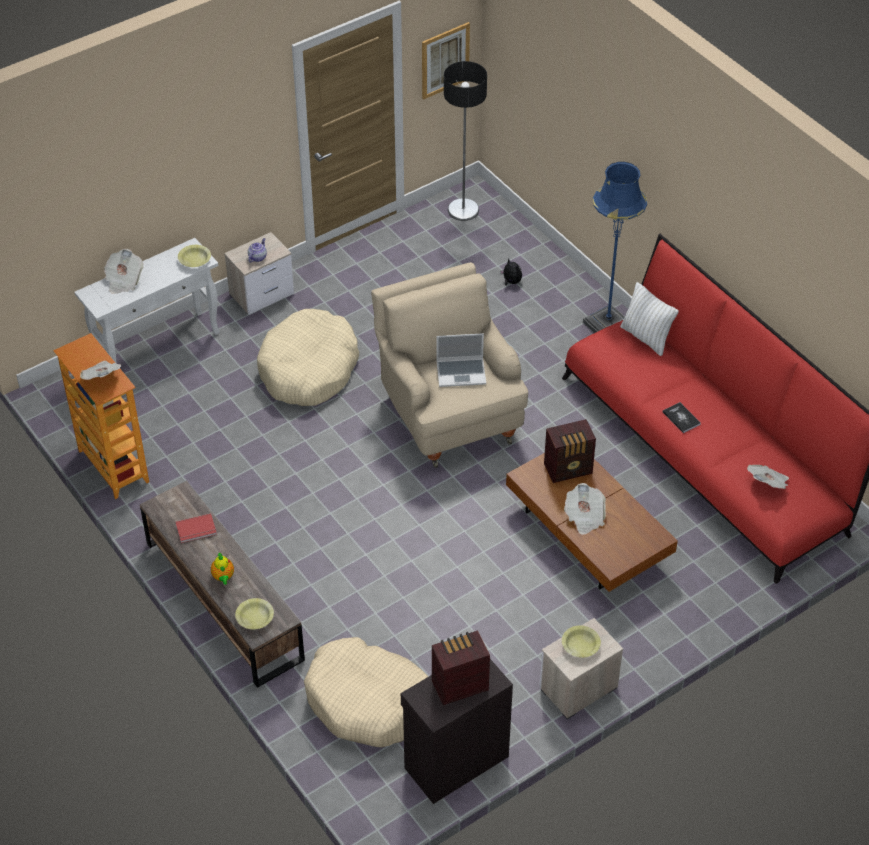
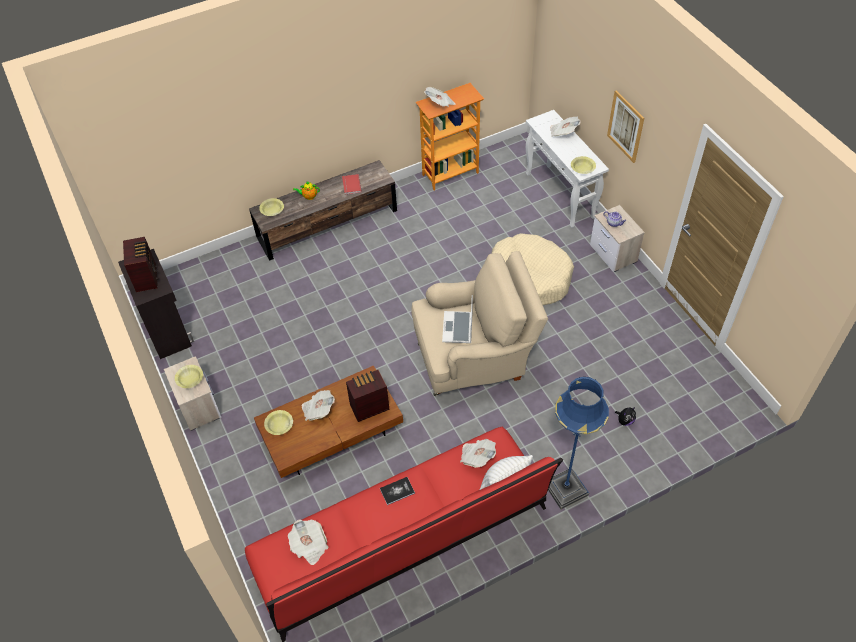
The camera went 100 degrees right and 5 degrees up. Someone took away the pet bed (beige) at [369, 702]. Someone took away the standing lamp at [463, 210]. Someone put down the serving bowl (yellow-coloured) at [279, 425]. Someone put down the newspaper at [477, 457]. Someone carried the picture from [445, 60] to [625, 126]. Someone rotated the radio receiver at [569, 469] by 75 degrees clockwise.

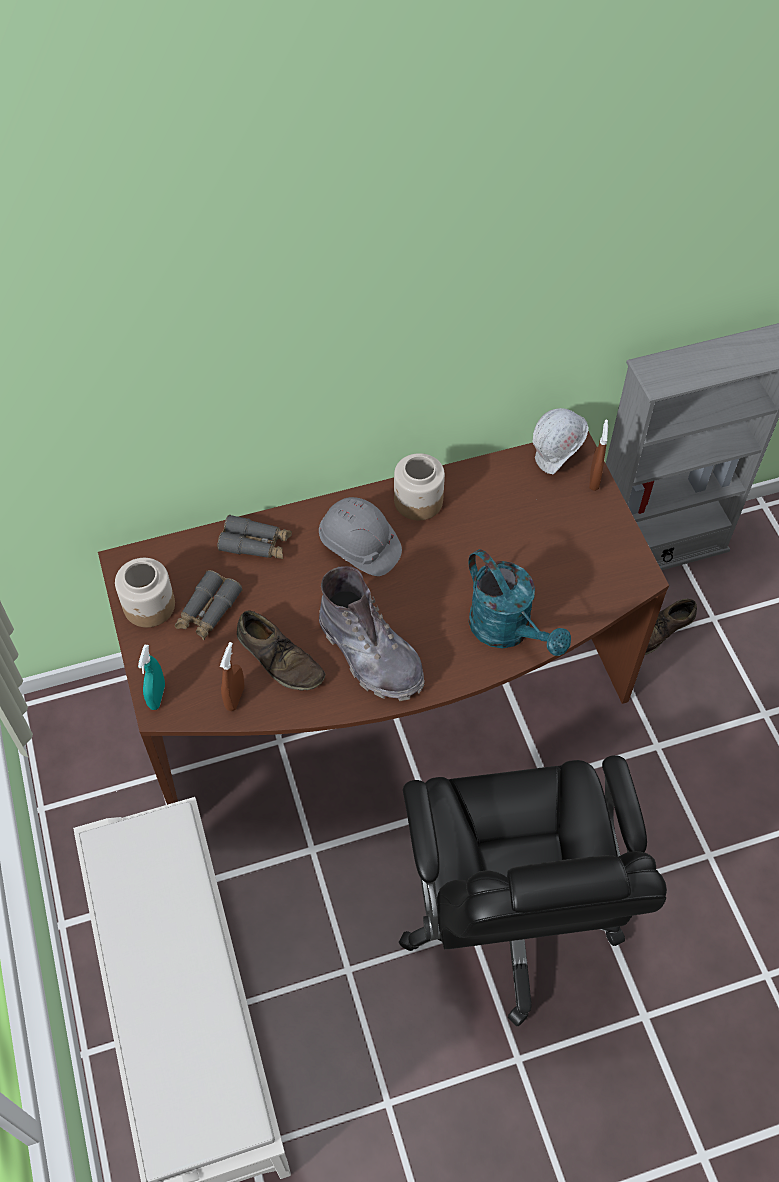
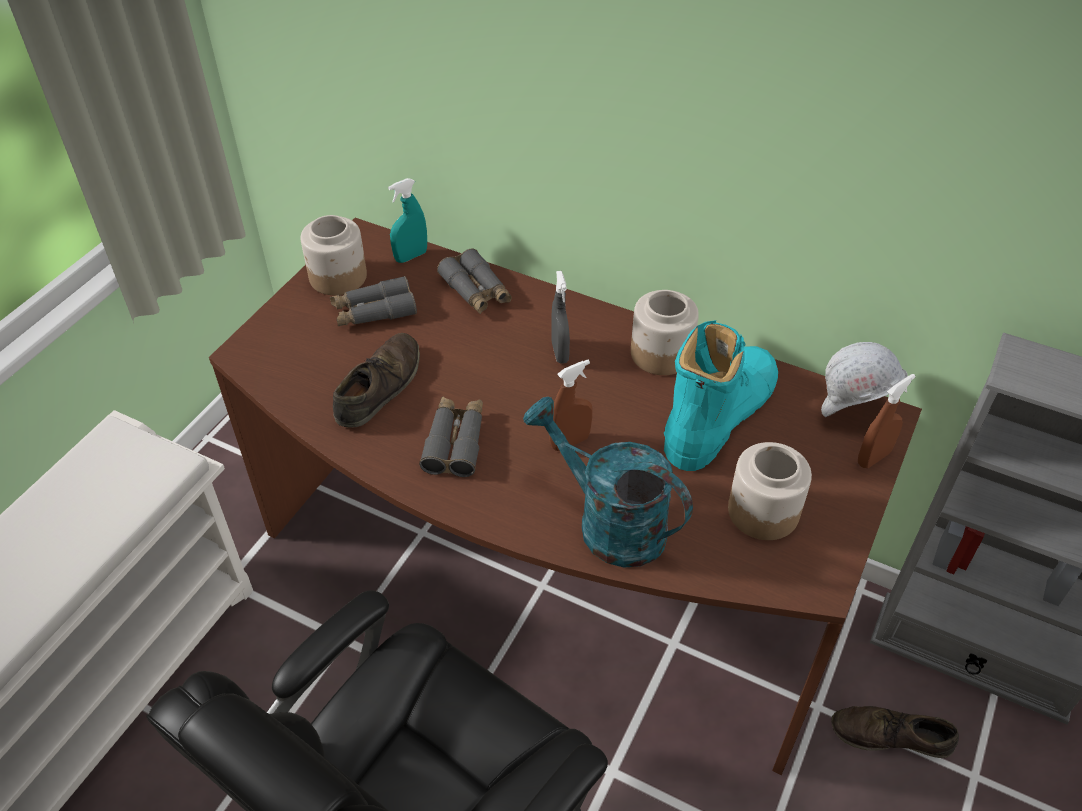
The camera went 45 degrees right and 10 degrees down. Someone put down the tall boot (turquoise-coloured) at [718, 416]. Someone put down the preserve jar at [762, 511]. Someone carried the hand sprayer (turquoise-coloured) from [157, 696] to [411, 256]. Someone carried the hand sprayer (brown) from [235, 697] to [570, 442]. Someone swapped the safety helmet (greyish) at [359, 546] for the hand sprayer (greyish) at [560, 352]. Someone swapped the tall boot (greyish) at [370, 655] for the binoculars (greyish) at [455, 442]. Someone rotated the shoe (brown) at [280, 658] by 150 degrees counterclockwise. Someone rotated the watering can (turquoise-coloured) at [508, 631] by 120 degrees clockwise.

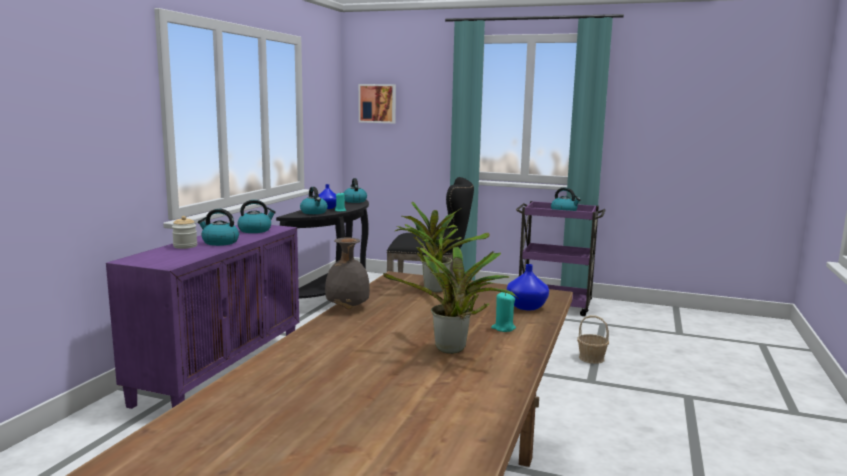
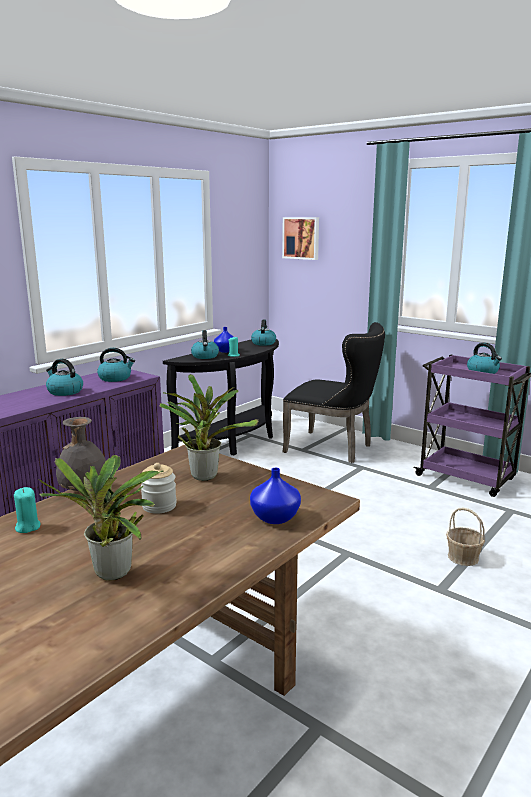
The camera went 20 degrees right and 5 degrees up. Someone carried the preserve jar from [185, 246] to [159, 506]. Someone carried the wax candle (turquoise-coloured) from [503, 328] to [27, 527].

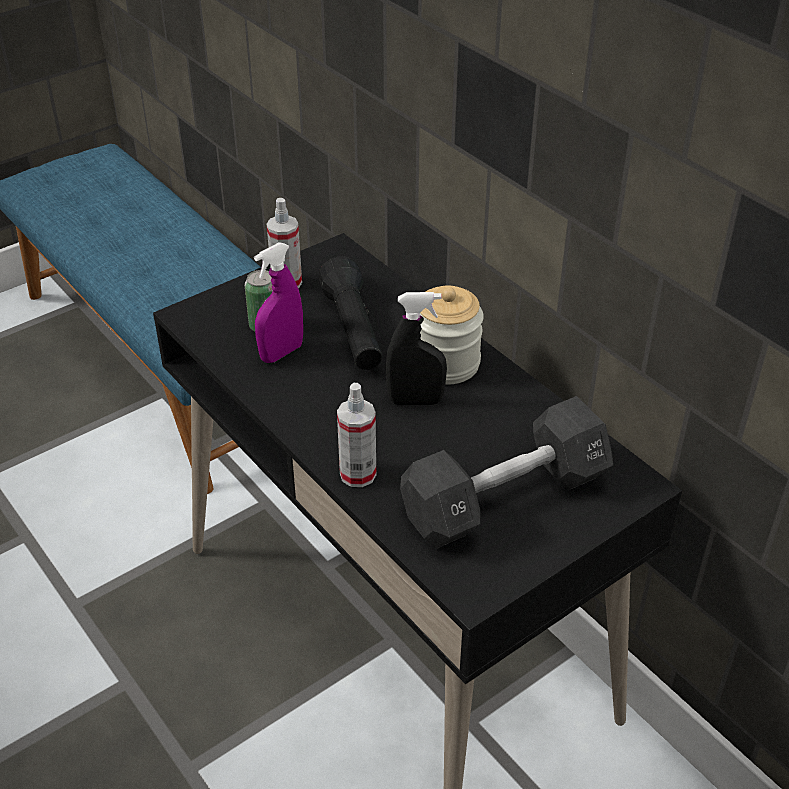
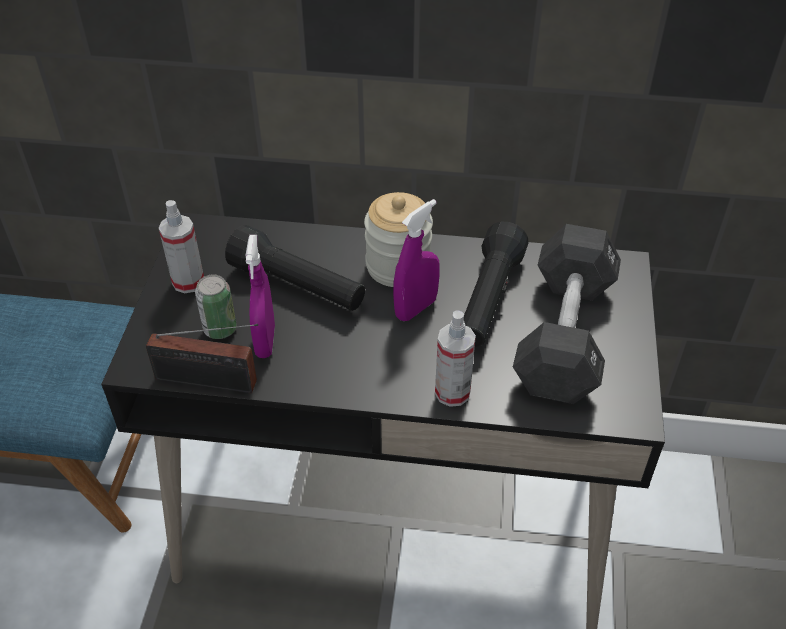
The camera went 45 degrees left and 5 degrees up. Someone put down the radio receiver at [211, 382]. Someone put down the flashlight (black) at [488, 301]. Someone repainted the hand sprayer (black) at [415, 401], which became the hand sprayer (purple) at [416, 308].

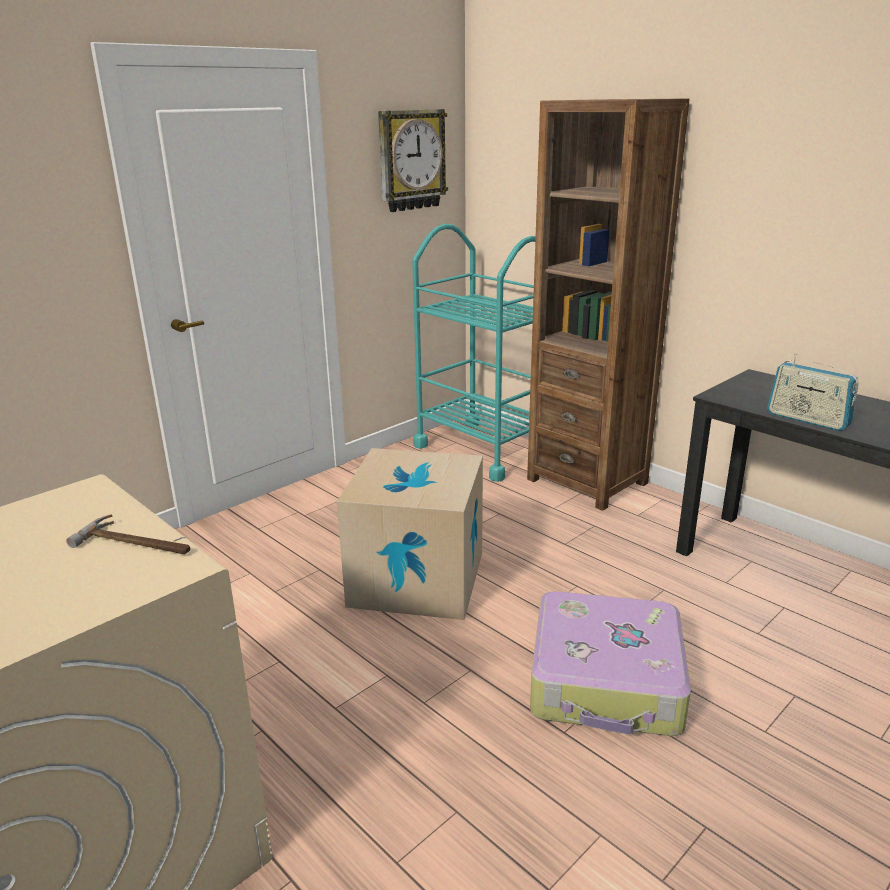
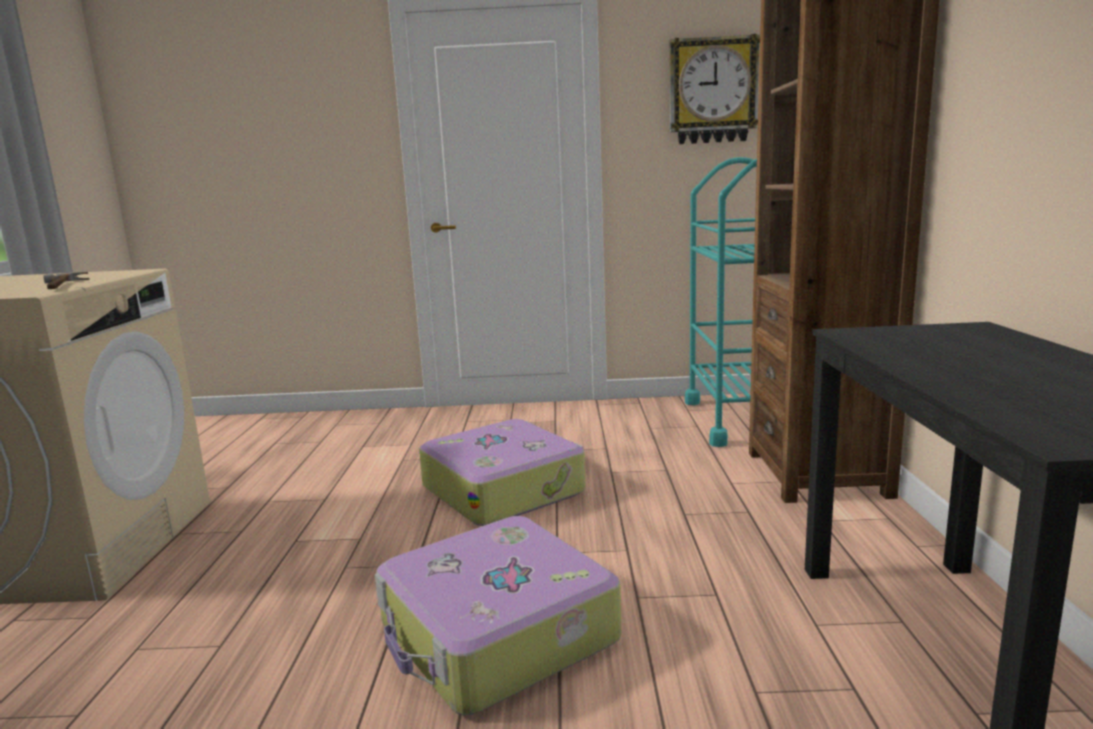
The camera went 45 degrees right and 10 degrees down. Someone took away the radio receiver at [807, 419]. Someone swapped the carton at [417, 579] for the suitcase at [504, 489].

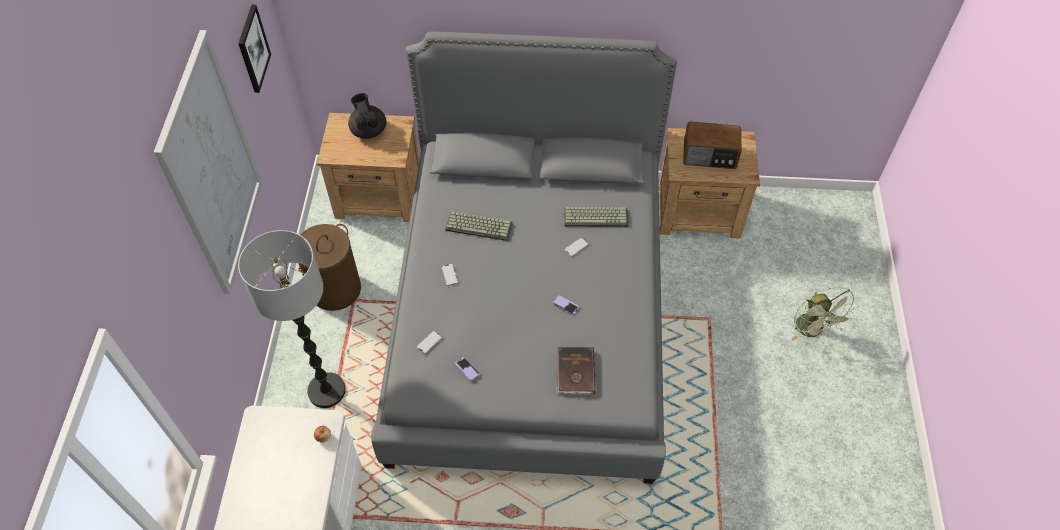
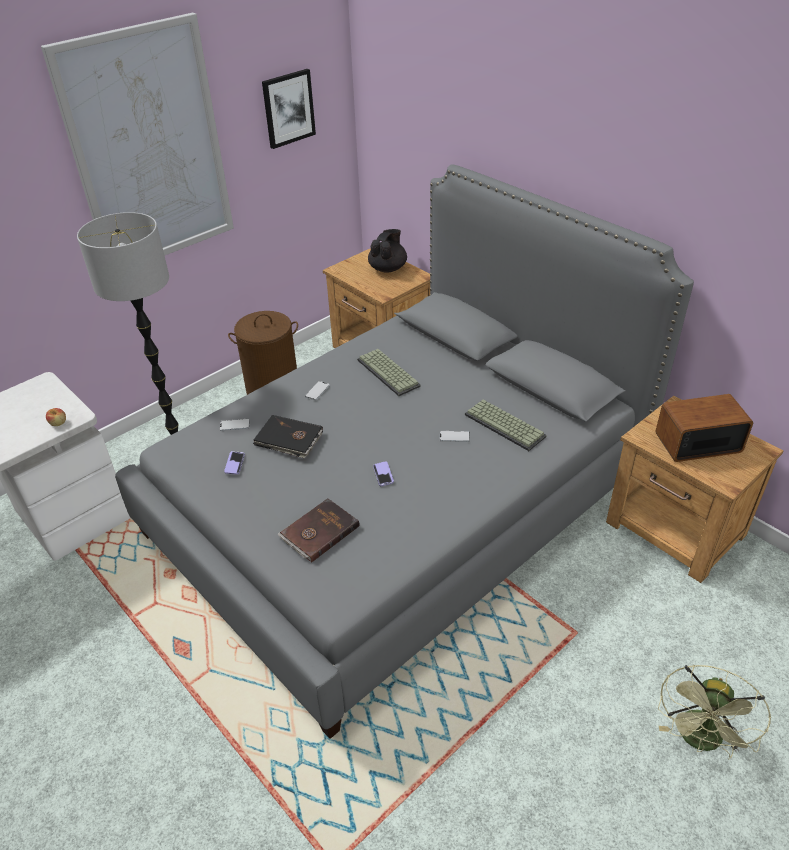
The camera went 45 degrees right and 15 degrees down. Someone put down the bound book (black) at [289, 439]. Someone rotated the radio receiver at [710, 156] by 120 degrees clockwise.

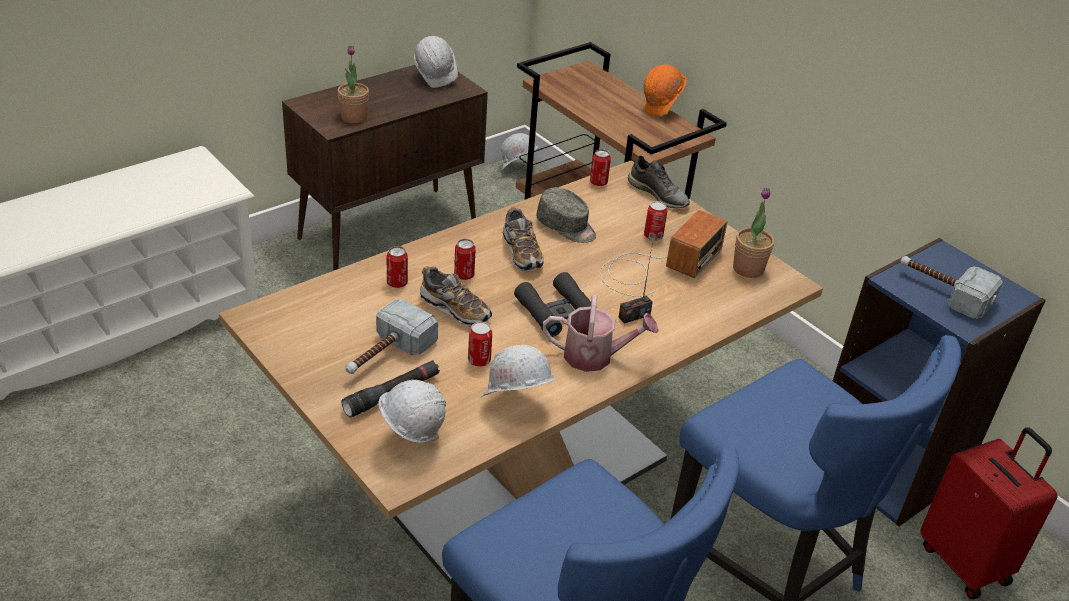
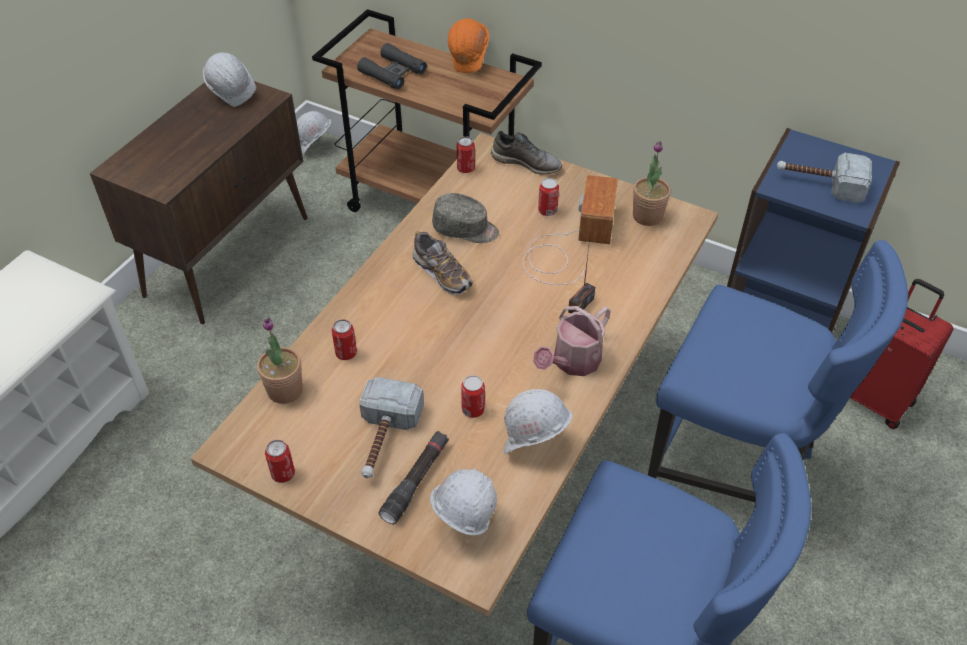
The camera went 20 degrees left and 10 degrees up. Someone took away the shoe at [455, 309]. Someone carried the potted plant from [354, 117] to [285, 390]. Someone carried the can from [464, 275] to [283, 474]. Someone carried the binoculars (black) from [557, 312] to [393, 73]. Someone rotated the watering can at [595, 356] by 150 degrees clockwise.

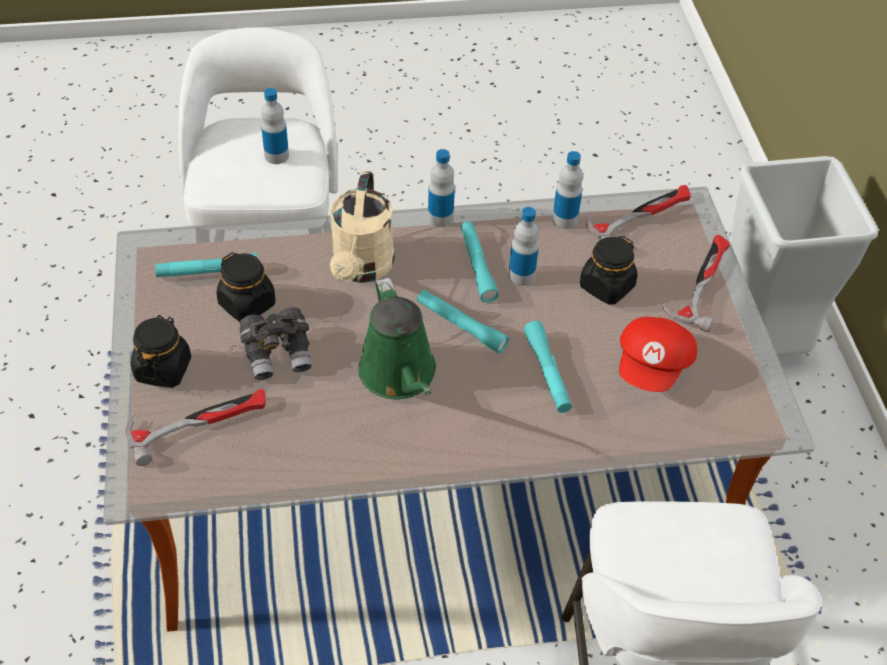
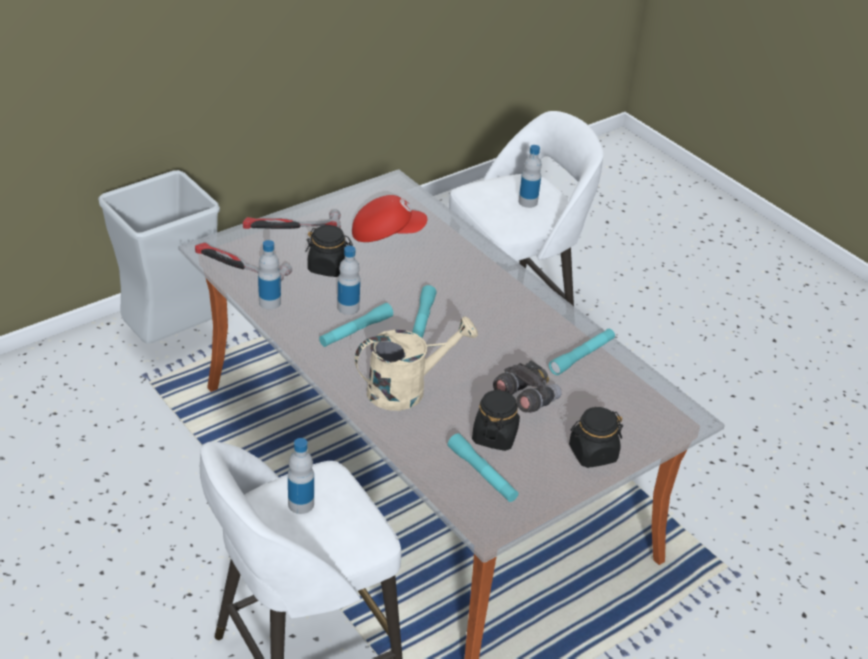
The camera went 120 degrees left and 10 degrees down. Someone took away the tool hammer at [198, 422]. Someone took away the watering can (green-coloured) at [400, 376]. Someone carried the drink bottle from [440, 218] to [528, 202]. Someone carried the flashlight (turquoise-coloured) from [547, 372] to [582, 356].

